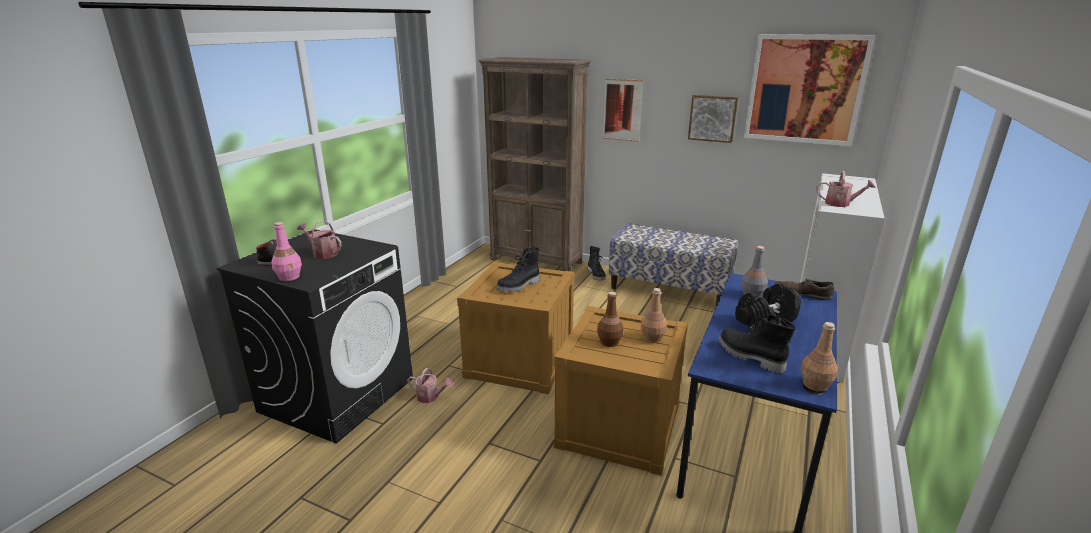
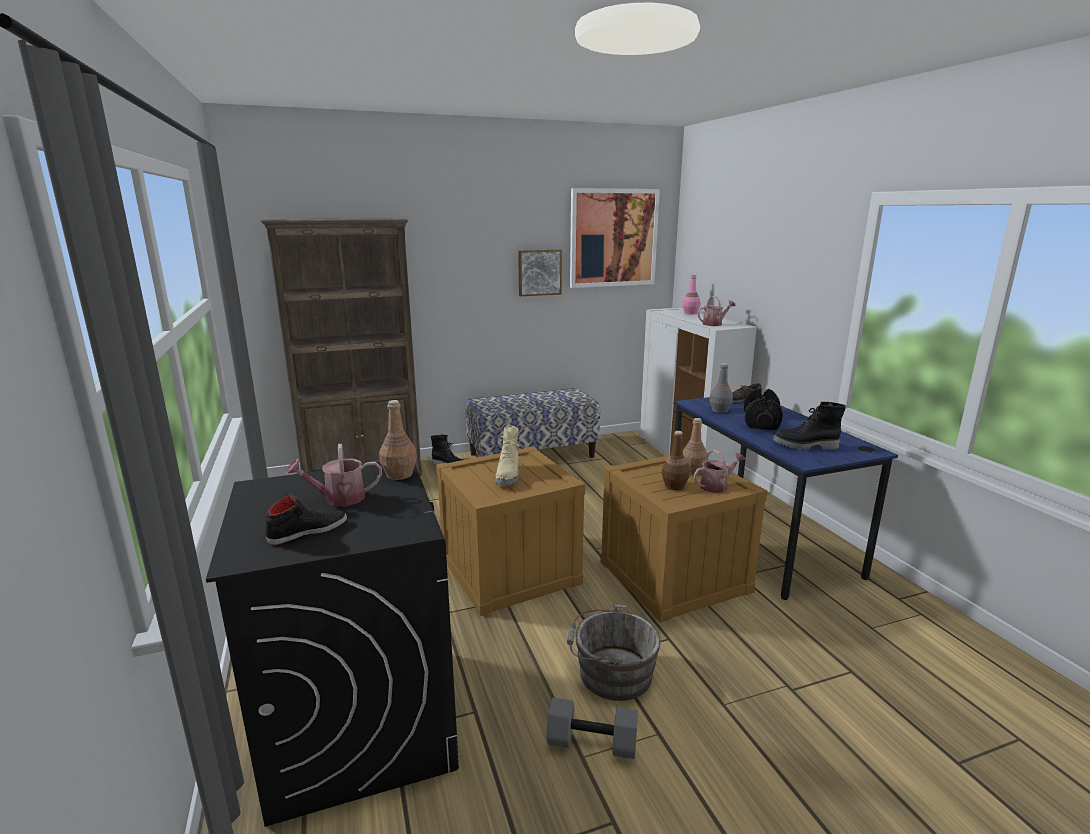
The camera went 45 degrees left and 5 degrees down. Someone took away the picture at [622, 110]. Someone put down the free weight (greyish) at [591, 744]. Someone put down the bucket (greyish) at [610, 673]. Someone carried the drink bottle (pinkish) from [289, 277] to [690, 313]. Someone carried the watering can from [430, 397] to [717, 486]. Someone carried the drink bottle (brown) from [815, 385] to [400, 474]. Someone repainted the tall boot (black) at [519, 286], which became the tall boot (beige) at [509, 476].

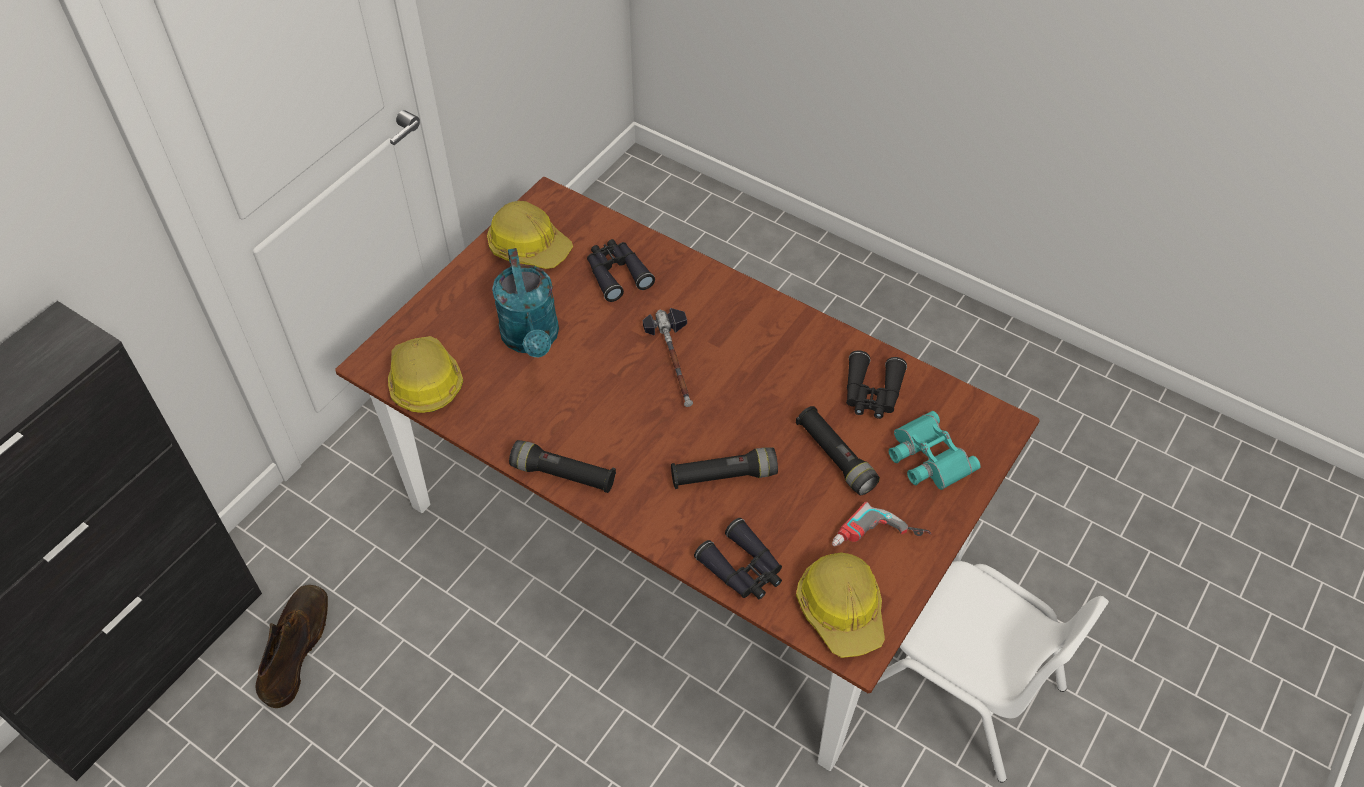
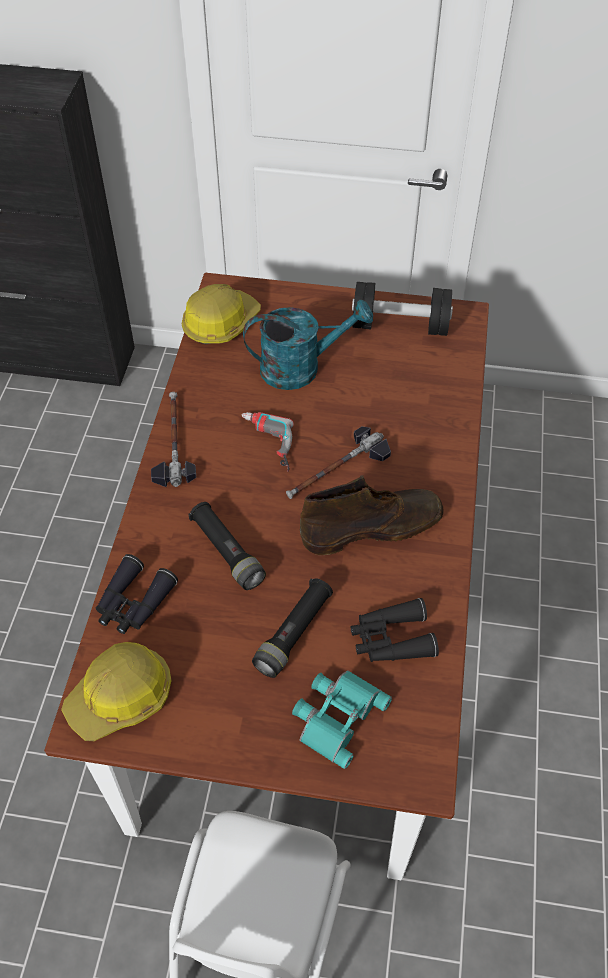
The camera went 65 degrees right and 0 degrees up. Someone took away the binoculars (black) at [617, 274]. Someone carried the tall boot (brown) from [296, 647] to [373, 527]. Someone carried the drill from [879, 541] to [265, 444]. Someone swapped the safety helmet at [529, 247] for the free weight (black) at [400, 325]. Someone swapped the flashlight (black) at [563, 475] for the tool hammer at [173, 442]. Someone rotated the watering can (turquoise-coloured) at [532, 339] by 150 degrees counterclockwise.

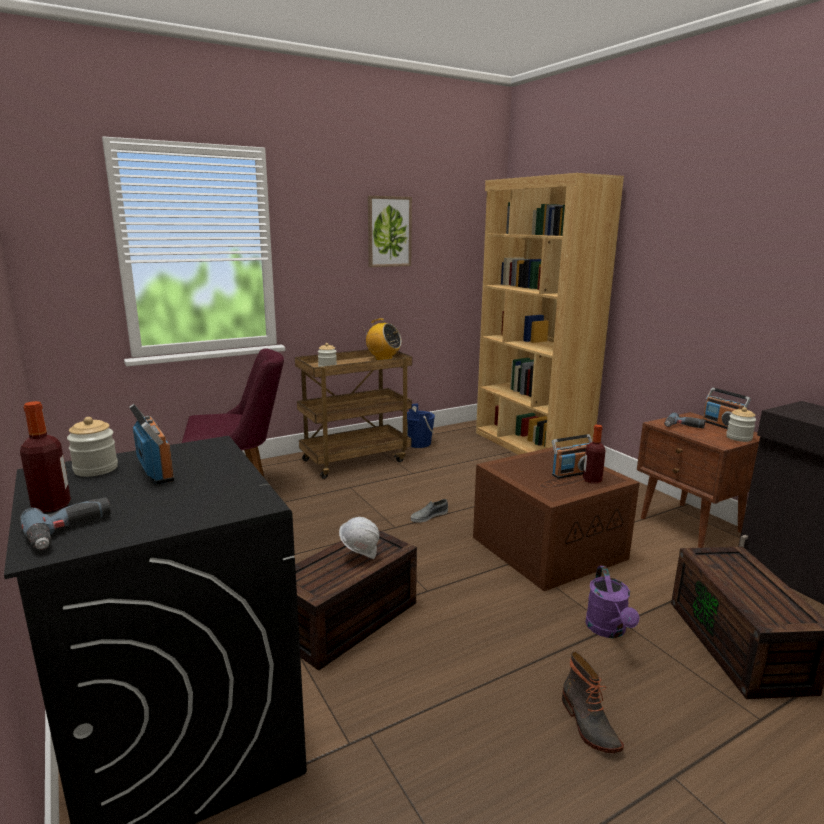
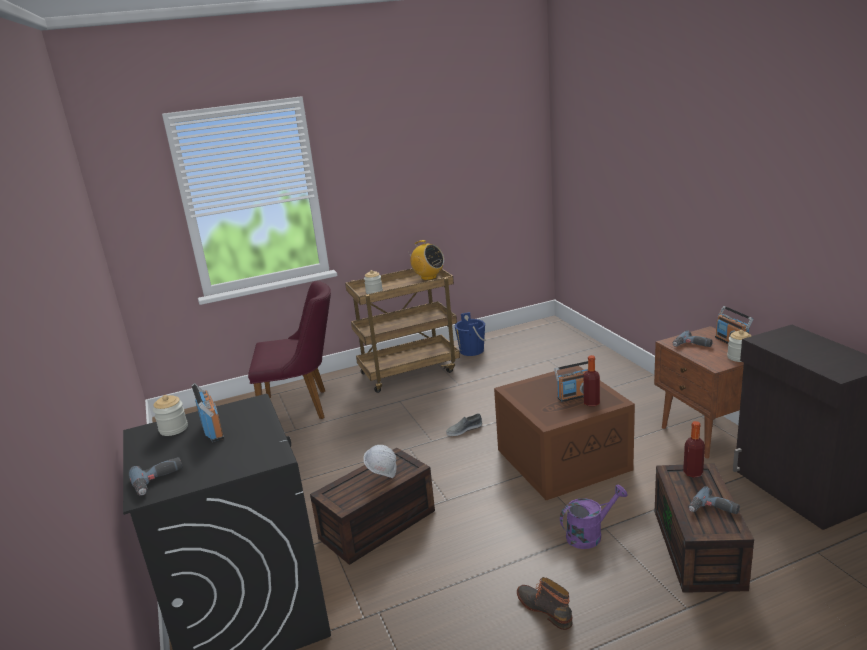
The camera went 10 degrees right and 5 degrees up. Someone took away the picture at [389, 232]. Someone took away the bookcase (brown) at [530, 447]. Someone put down the drill at [713, 510]. Someone carried the drink bottle from [51, 506] to [693, 473]. Someone rotated the tall boot at [588, 725] by 150 degrees clockwise. Someone rotated the watering can (purple) at [608, 630] by 120 degrees counterclockwise.

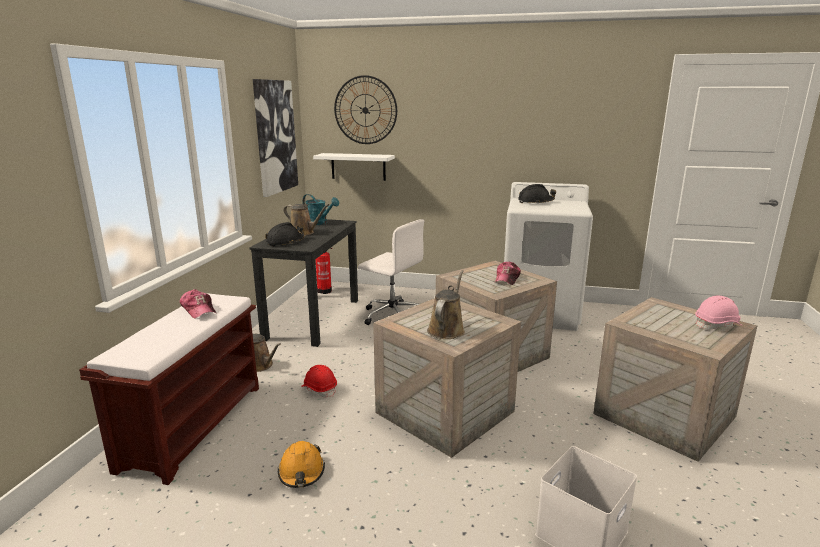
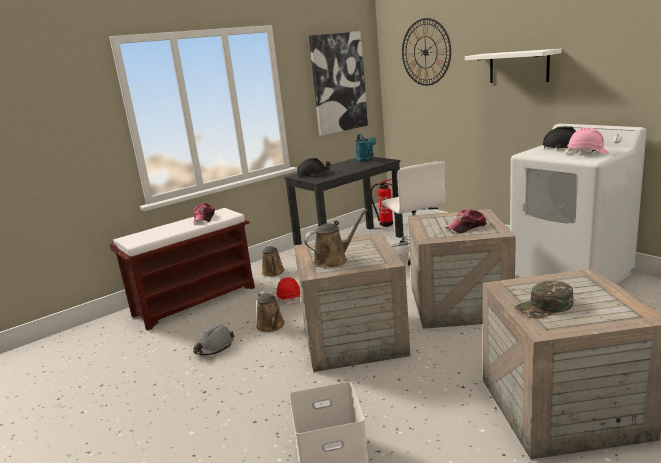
The camera went 40 degrees right and 0 degrees up. Someone put down the peaked cap (green-coloured) at [544, 307]. Someone carried the watering can (brown) from [303, 233] to [271, 326]. Someone carried the wall shelf (whitish) from [358, 166] to [518, 66]. Someone carried the safety helmet (pinkish) from [717, 325] to [587, 153]. Someone repainted the safety helmet (orange) at [301, 472], which became the safety helmet (greyish) at [214, 347].

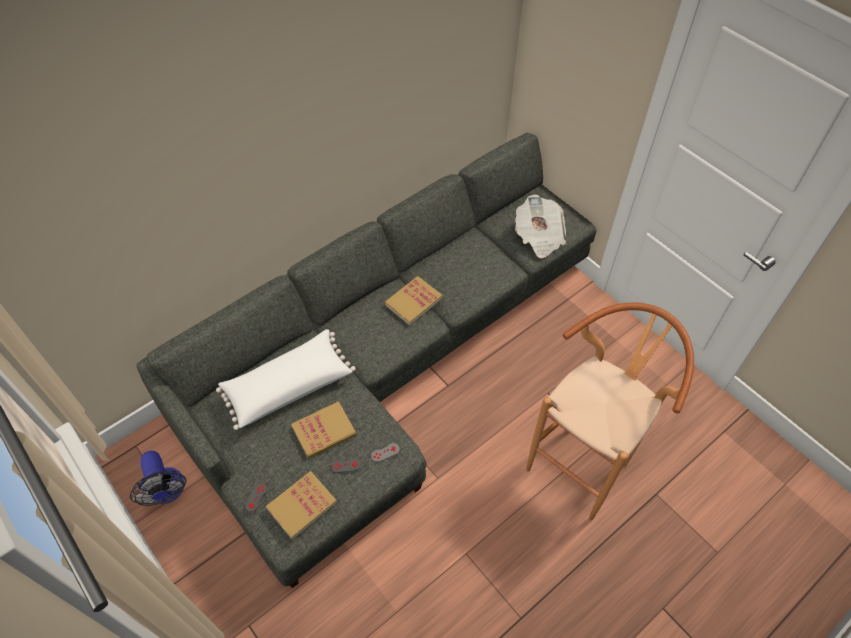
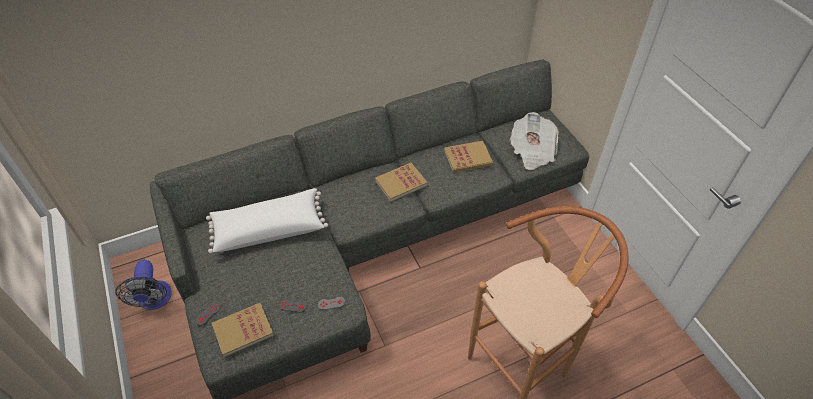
The camera went 15 degrees right and 5 degrees down. Someone carried the bound book from [324, 431] to [468, 158].

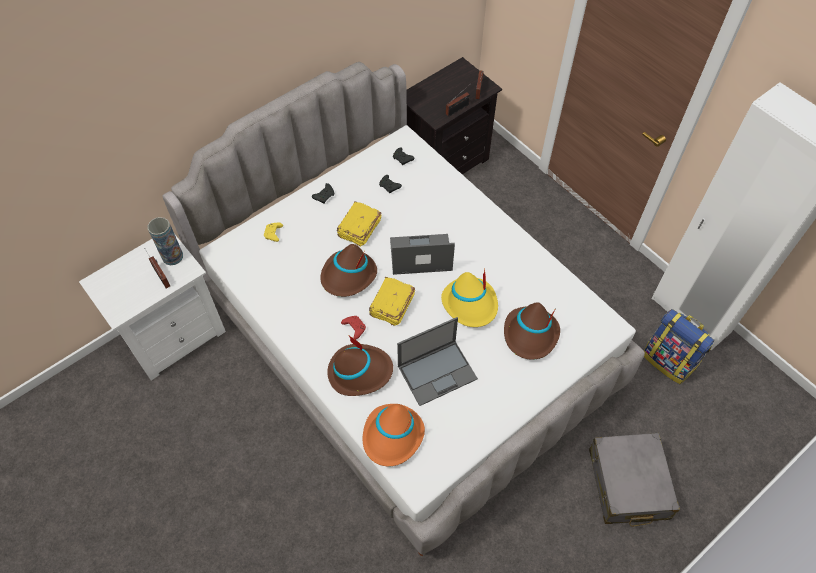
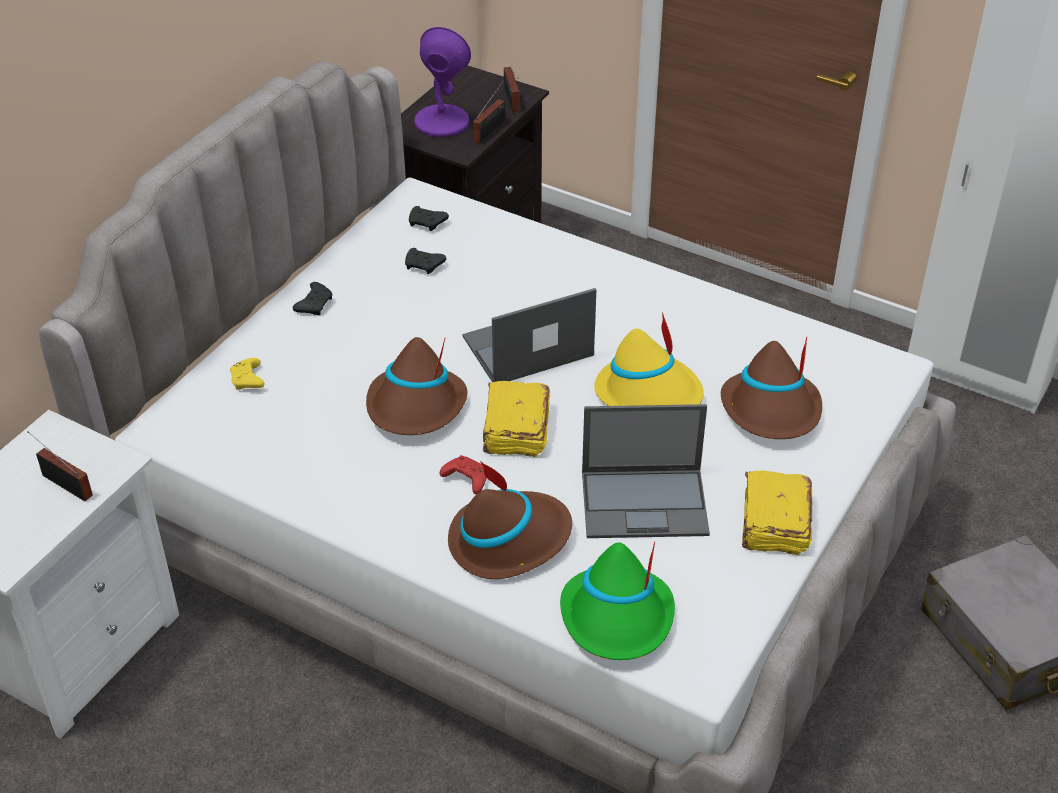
The camera went 20 degrees left and 15 degrees down. Someone took away the decorative vase at [172, 256]. Someone took away the backpack at [669, 361]. Someone put down the tabletop lamp (purple) at [441, 122]. Someone carried the bound book (yellow-coloured) from [359, 229] to [774, 524]. Someone repainted the wearable hat (orange) at [392, 436], which became the wearable hat (green-coloured) at [617, 618]. Someone rotated the portable computer at [438, 372] by 45 degrees clockwise.

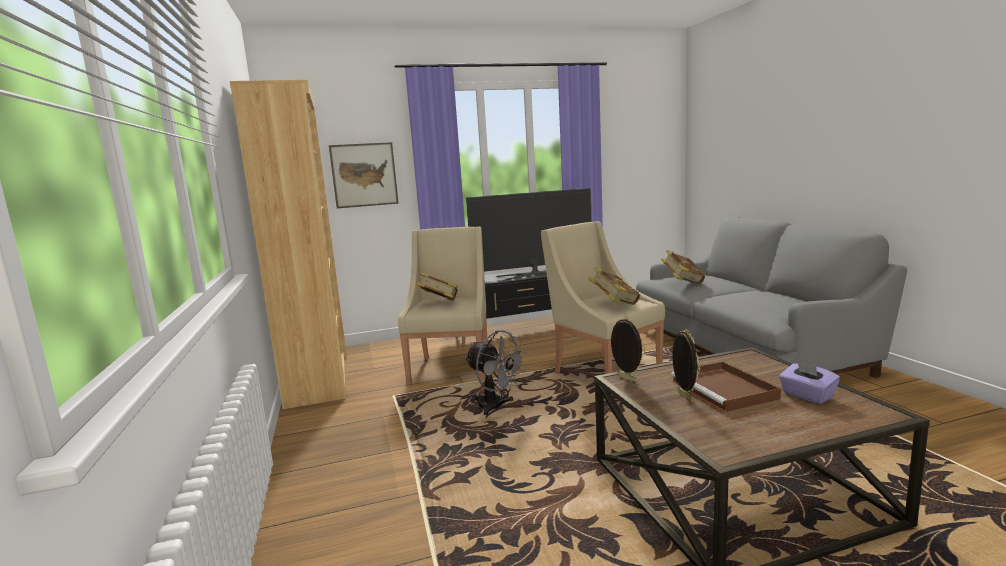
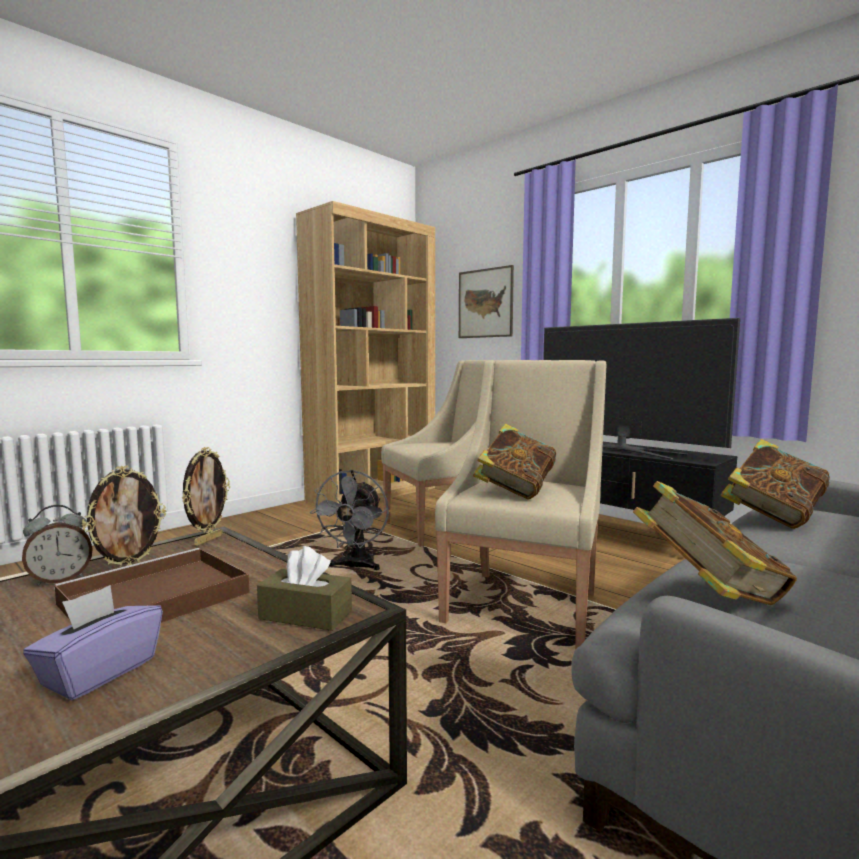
The camera went 60 degrees right and 5 degrees down. Someone put down the bedside clock at [60, 579]. Someone put down the tissue box (brown) at [305, 615]. Someone carried the bound book from [439, 303] to [708, 594].

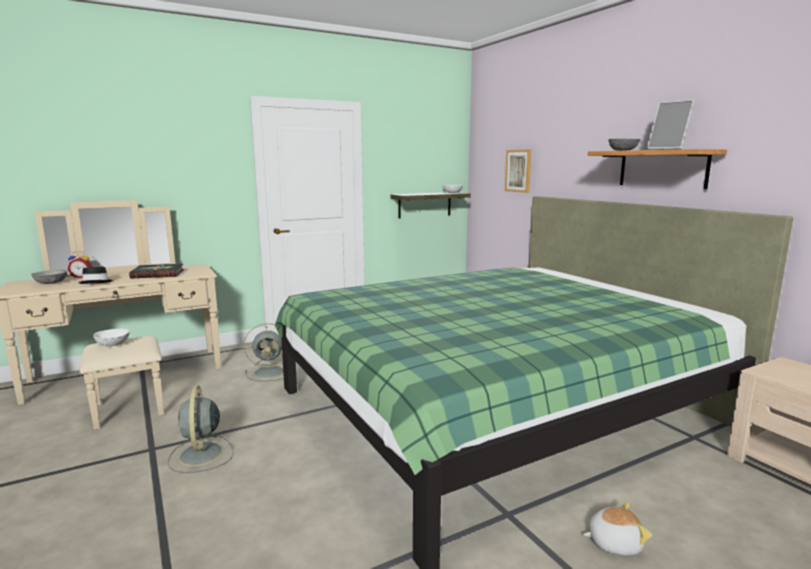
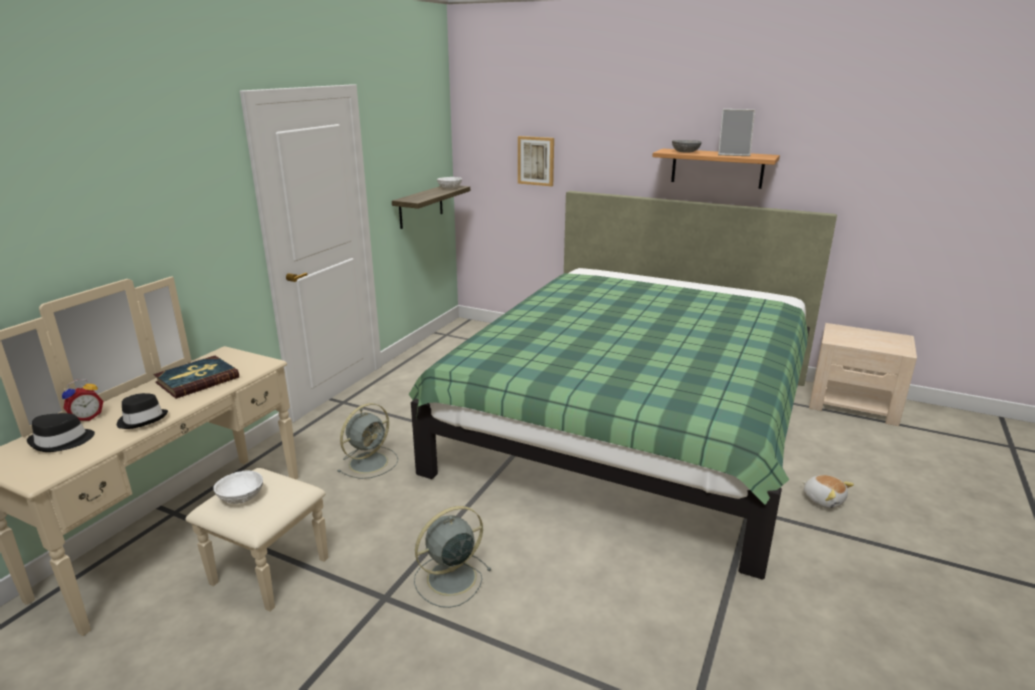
The camera went 35 degrees left and 10 degrees up. Someone swapped the serving bowl (greyish) at [51, 283] for the wearable hat (black) at [62, 441]. Someone rotated the cooling fan (greyish) at [201, 455] by 105 degrees clockwise. Someone rotated the plush toy at [613, 542] by 90 degrees clockwise.

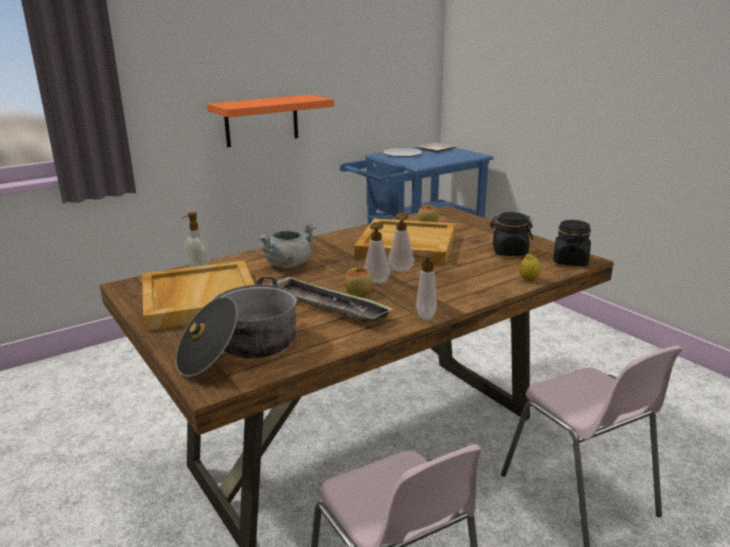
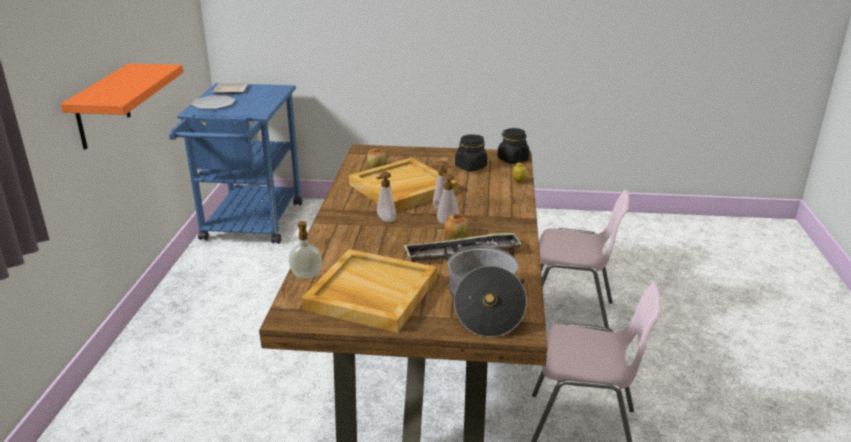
The camera went 50 degrees left and 5 degrees up. Someone took away the cooking pot (greyish) at [288, 264]. Someone carried the liquid soap bottle from [423, 316] to [385, 220].

